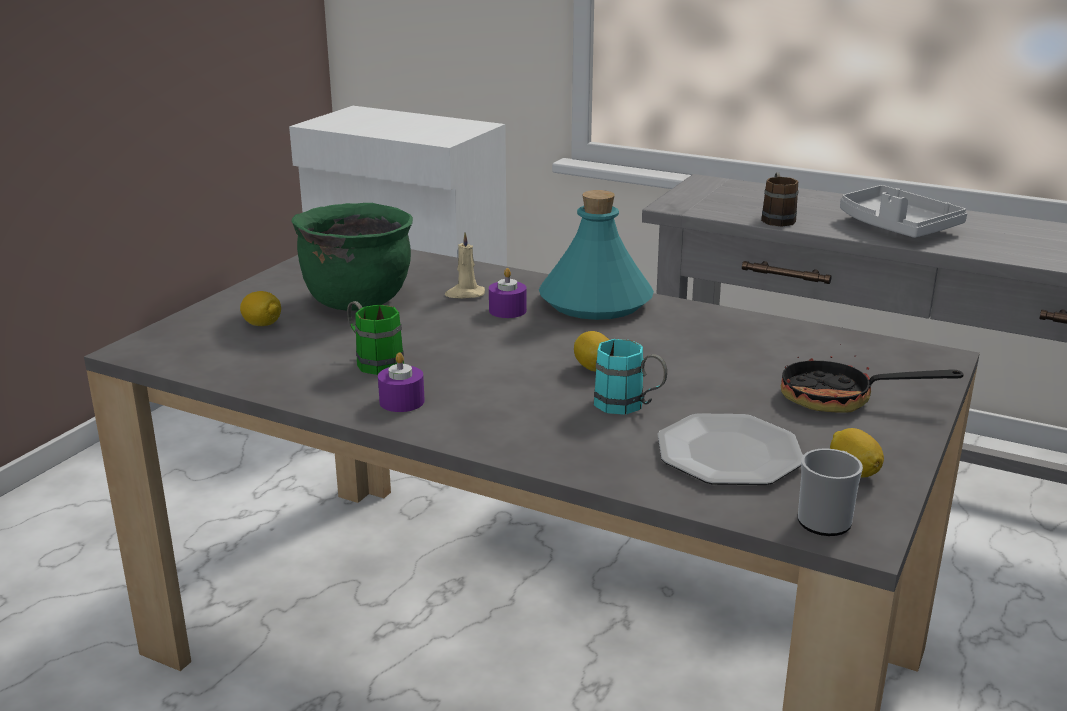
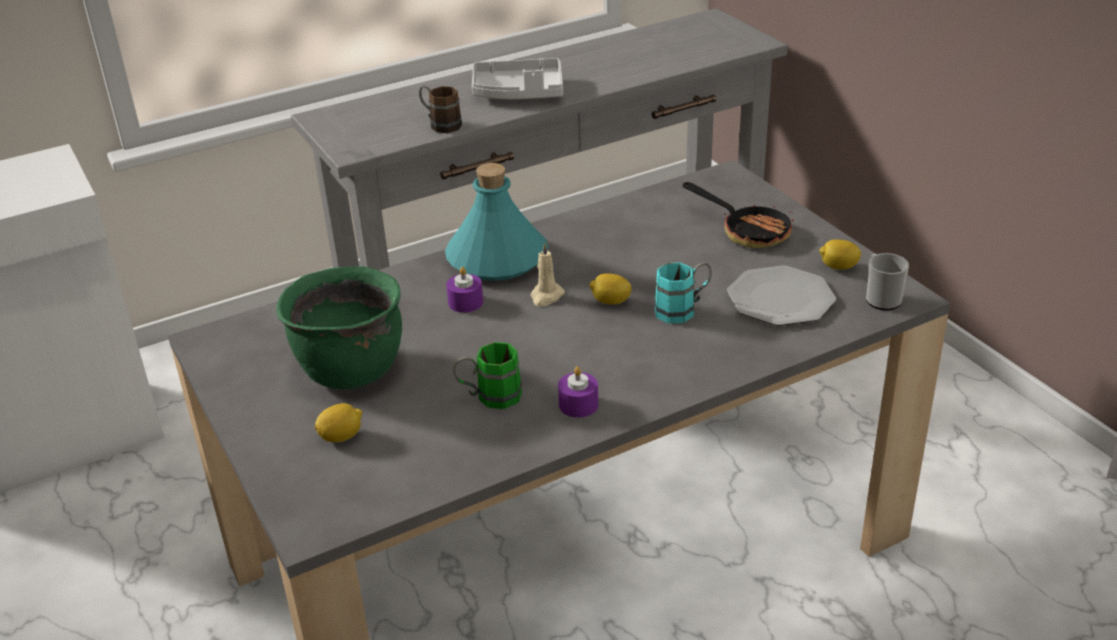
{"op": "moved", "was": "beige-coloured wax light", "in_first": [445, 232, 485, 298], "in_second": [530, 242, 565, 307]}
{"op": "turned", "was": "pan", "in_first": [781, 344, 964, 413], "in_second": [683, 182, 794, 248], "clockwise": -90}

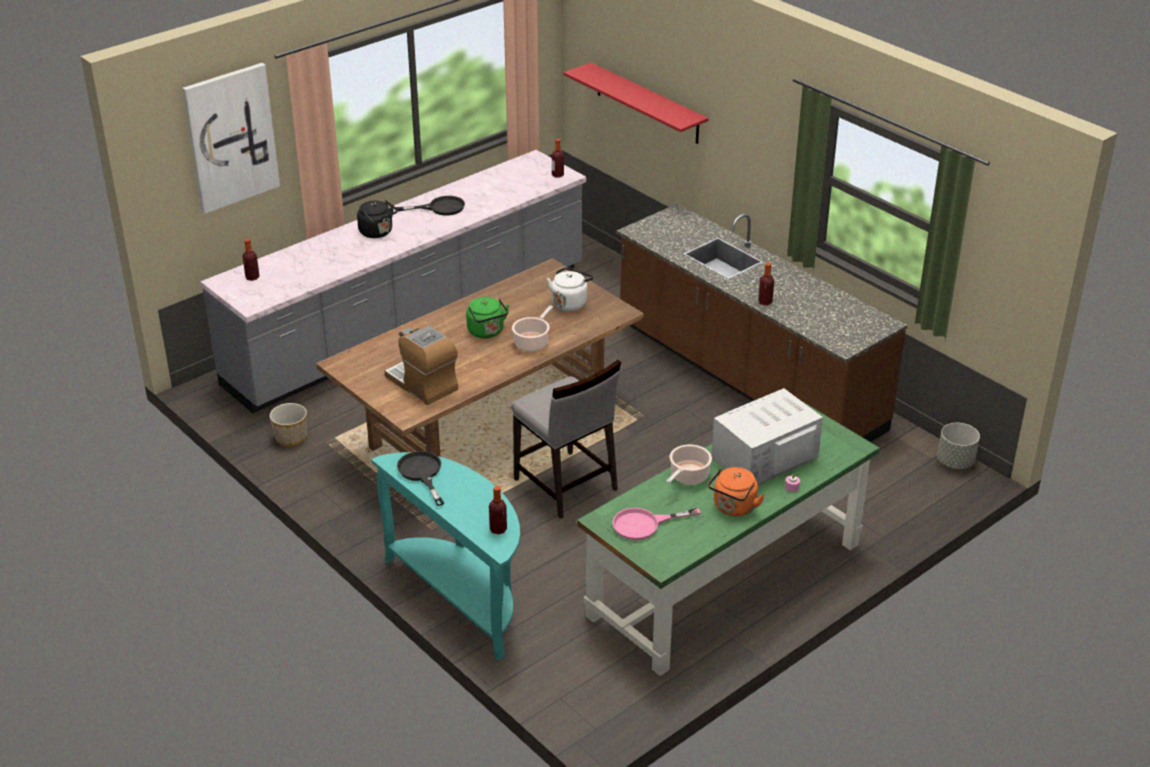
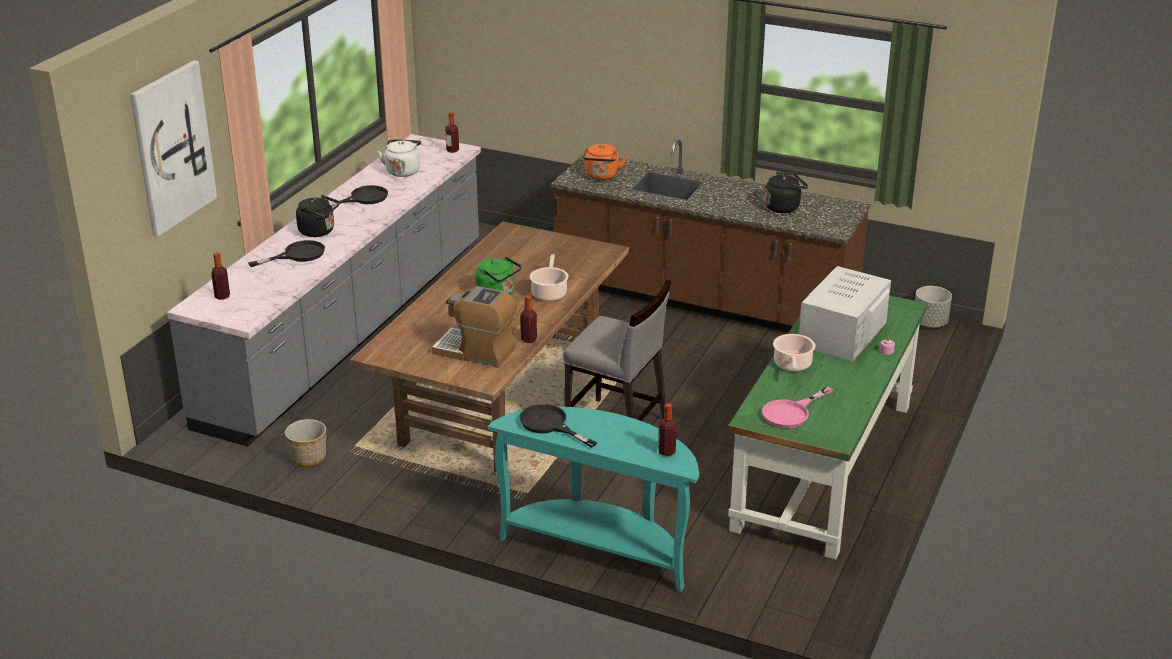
{"op": "added", "now": "black pan", "in_second": [248, 240, 325, 267]}
{"op": "moved", "was": "white water kettle", "in_first": [547, 267, 593, 311], "in_second": [378, 139, 421, 177]}
{"op": "moved", "was": "beverage bottle", "in_first": [758, 263, 774, 305], "in_second": [520, 295, 537, 343]}
{"op": "moved", "was": "orangey water kettle", "in_first": [708, 467, 765, 516], "in_second": [583, 144, 626, 180]}
{"op": "added", "now": "black water kettle", "in_second": [764, 172, 808, 213]}
{"op": "removed", "was": "reddish bracket shelf", "in_first": [564, 63, 708, 144]}

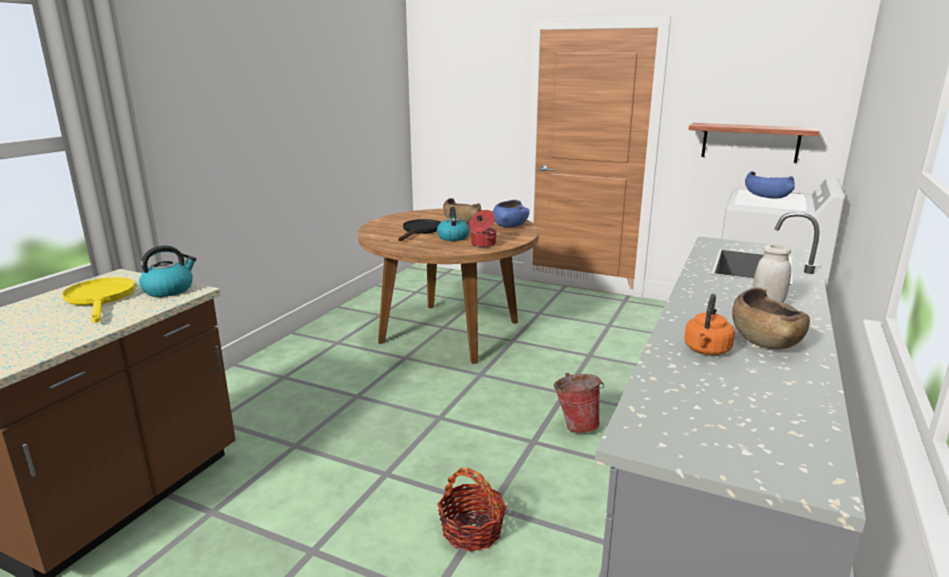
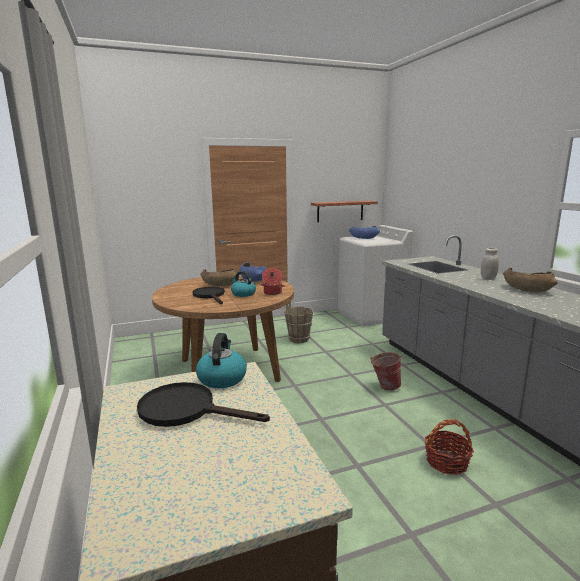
{"op": "recoloured", "was": "yellow pan", "now": "black pan", "in_first": [62, 277, 135, 323], "in_second": [137, 382, 270, 427]}
{"op": "added", "now": "brown-coloured water bucket", "in_second": [284, 302, 313, 343]}
{"op": "removed", "was": "orangey water kettle", "in_first": [684, 294, 735, 355]}

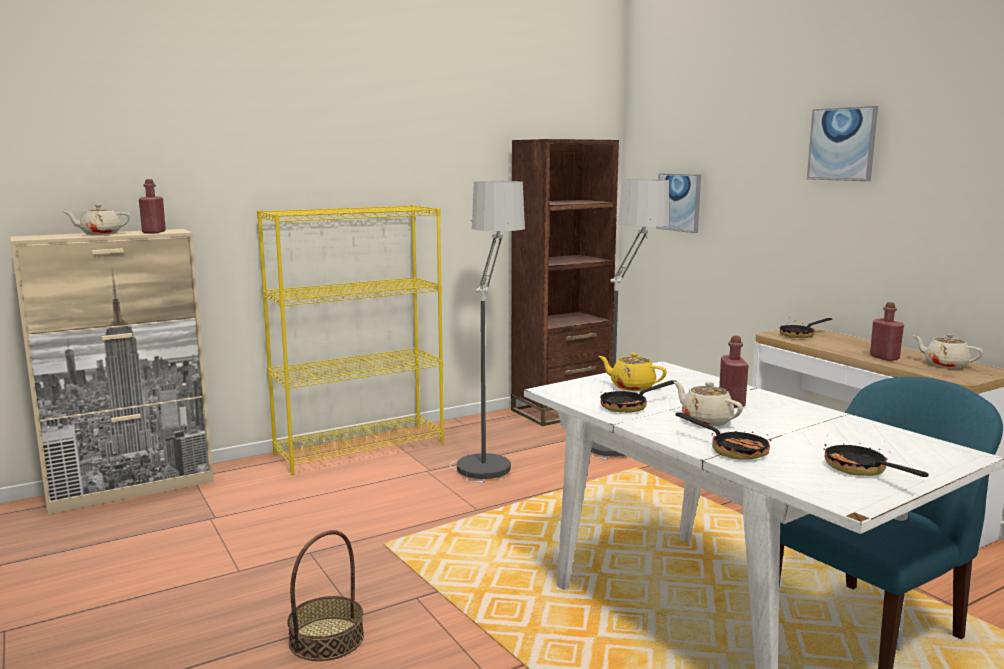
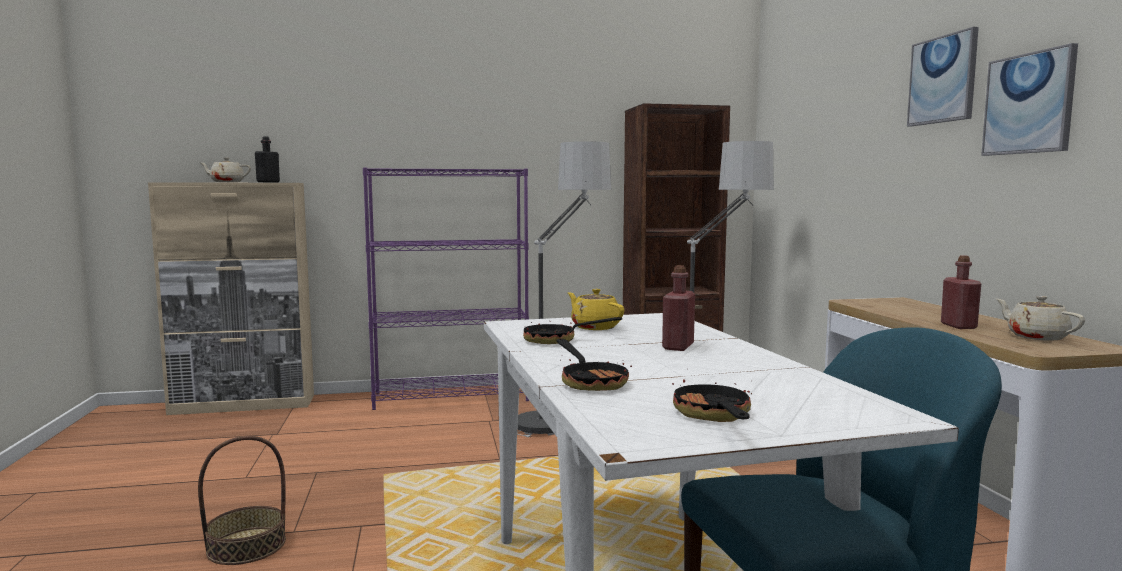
{"op": "recoloured", "was": "reddish beverage bottle", "now": "black beverage bottle", "in_first": [139, 179, 166, 234], "in_second": [255, 136, 280, 182]}
{"op": "recoloured", "was": "yellow shelving unit", "now": "purple-coloured shelving unit", "in_first": [257, 205, 444, 475], "in_second": [363, 168, 529, 410]}
{"op": "moved", "was": "wall picture", "in_first": [656, 173, 701, 233], "in_second": [981, 43, 1078, 156]}
{"op": "removed", "was": "beige-coloured pot for tea", "in_first": [674, 382, 743, 427]}
{"op": "removed", "was": "pan", "in_first": [780, 318, 832, 338]}

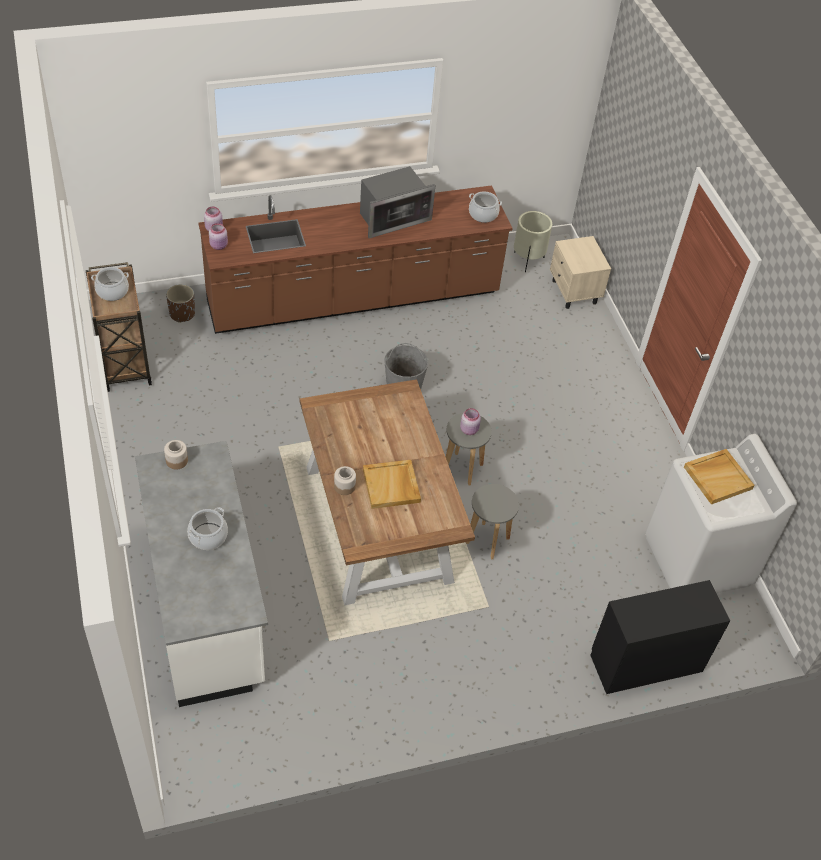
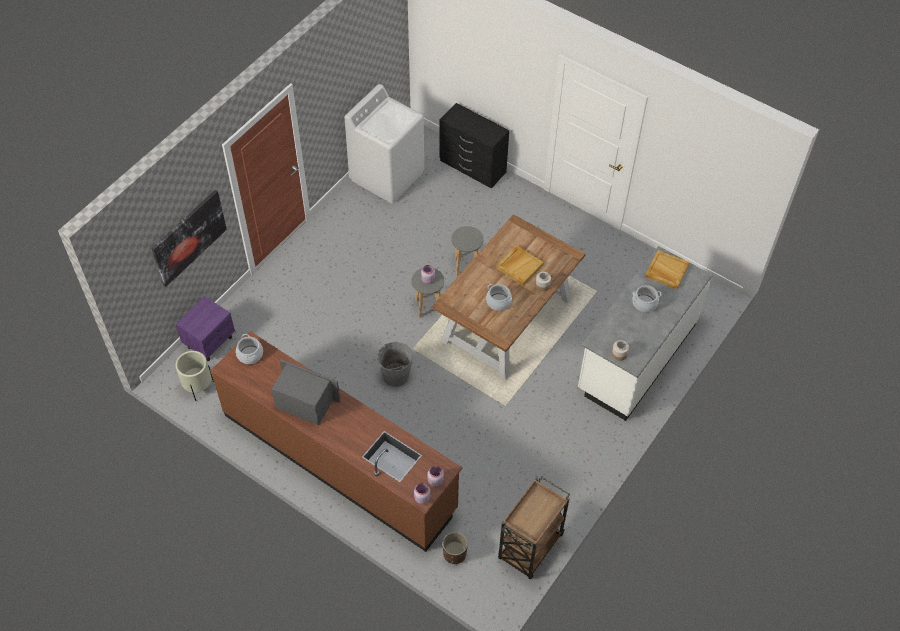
{"op": "added", "now": "wall picture", "in_second": [151, 190, 227, 287]}
{"op": "recoloured", "was": "beige-coloured bedside table", "now": "purple-coloured bedside table", "in_first": [550, 236, 611, 309], "in_second": [176, 296, 235, 361]}
{"op": "moved", "was": "saucepot", "in_first": [91, 267, 129, 301], "in_second": [486, 284, 512, 311]}
{"op": "moved", "was": "beige-coloured serving tray", "in_first": [684, 449, 755, 504], "in_second": [645, 250, 690, 289]}

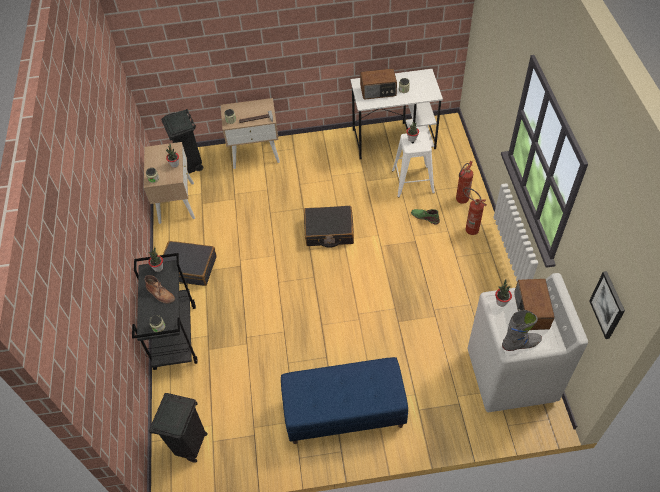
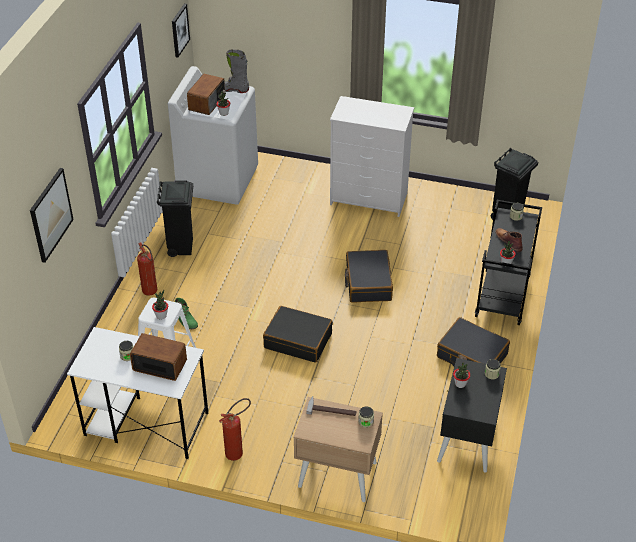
{"op": "added", "now": "wall picture", "in_second": [30, 168, 74, 263]}
{"op": "moved", "was": "black waste bin", "in_first": [161, 109, 203, 174], "in_second": [157, 180, 193, 257]}
{"op": "moved", "was": "extinguisher", "in_first": [456, 161, 473, 204], "in_second": [219, 398, 251, 461]}
{"op": "replaced", "was": "blue indoor bench", "now": "white dresser", "in_first": [281, 357, 408, 444], "in_second": [330, 96, 414, 217]}
{"op": "added", "now": "black piece of luggage", "in_second": [345, 250, 393, 303]}
{"op": "recoloured", "was": "beige-coloured bedside table", "now": "black bedside table", "in_first": [144, 142, 195, 224], "in_second": [437, 358, 507, 473]}

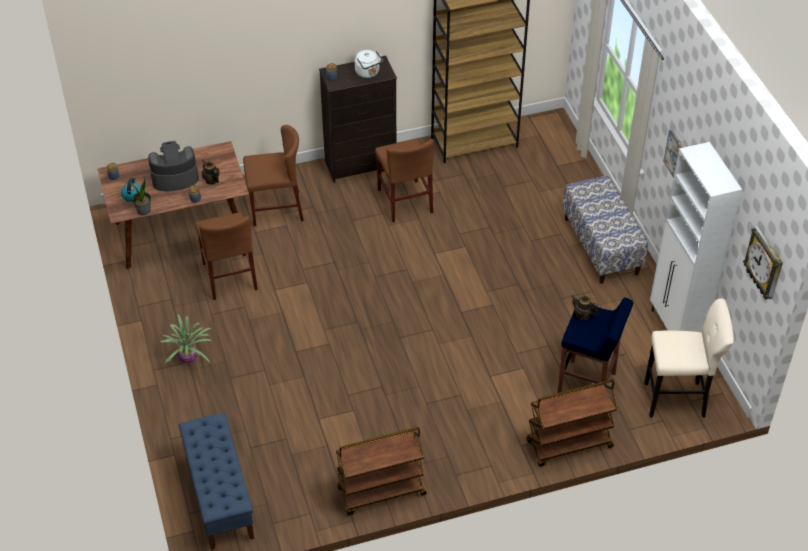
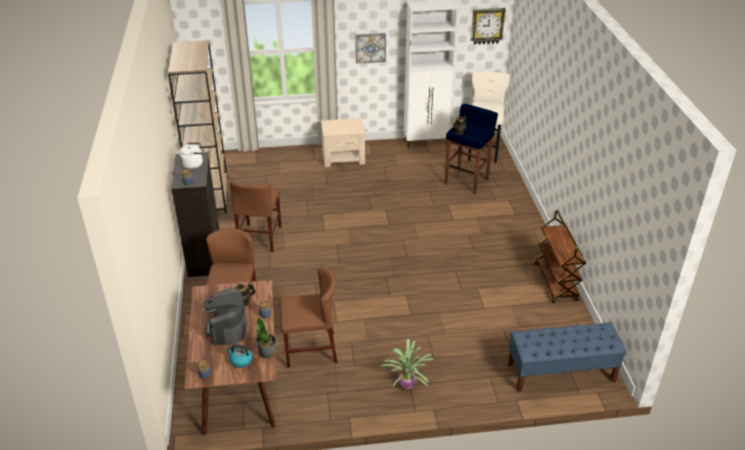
{"op": "turned", "was": "brown-coloured plain chair", "in_first": [375, 139, 434, 222], "in_second": [230, 181, 281, 252], "clockwise": 105}
{"op": "replaced", "was": "indoor bench", "now": "beige-coloured bedside table", "in_first": [562, 176, 648, 284], "in_second": [321, 118, 365, 167]}
{"op": "removed", "was": "brown-coloured wheeled cart", "in_first": [526, 380, 618, 467]}

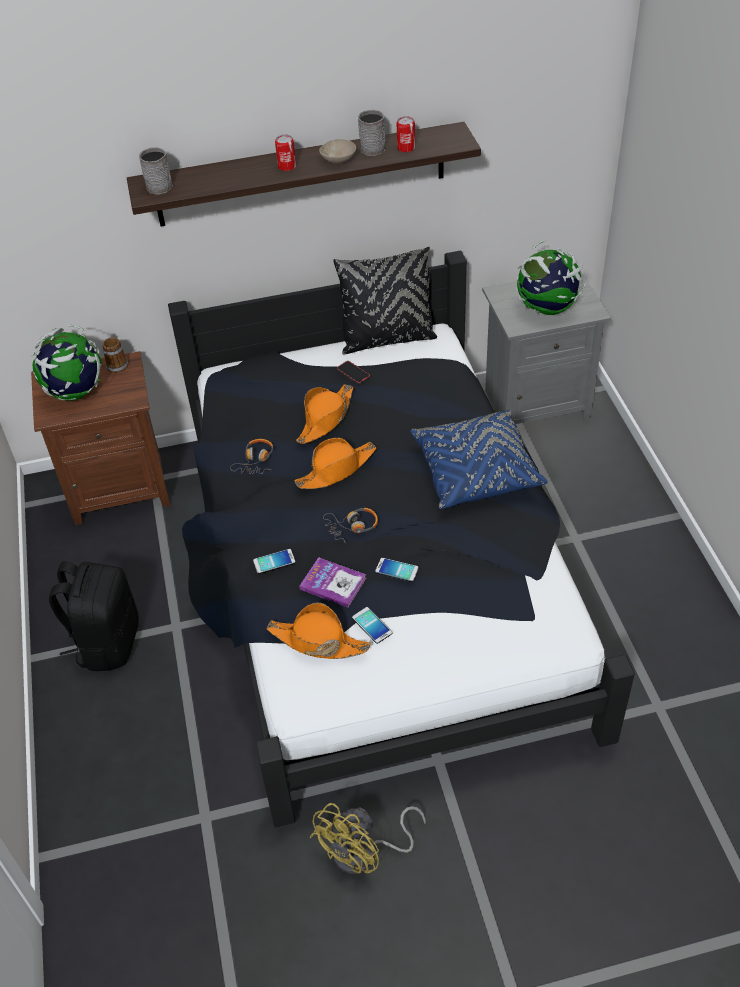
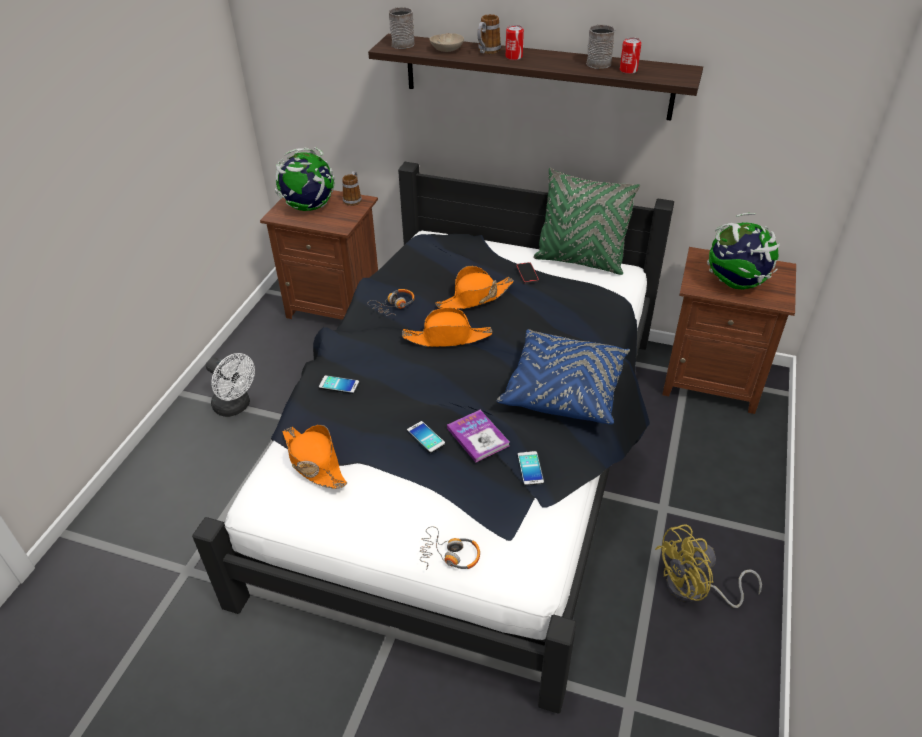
{"op": "replaced", "was": "black rucksack", "now": "white cooling fan", "in_first": [49, 561, 139, 671], "in_second": [206, 353, 255, 417]}
{"op": "moved", "was": "headphones", "in_first": [323, 508, 378, 543], "in_second": [420, 526, 480, 570]}
{"op": "moved", "was": "beige-coloured deep dish", "in_first": [319, 139, 356, 163], "in_second": [430, 33, 464, 52]}
{"op": "moved", "was": "volume", "in_first": [299, 557, 366, 607], "in_second": [447, 410, 509, 462]}
{"op": "added", "now": "tea mug", "in_second": [477, 14, 501, 54]}
{"op": "moved", "was": "telephone", "in_first": [352, 607, 392, 644], "in_second": [518, 451, 544, 486]}
{"op": "recoloured", "was": "black pillow", "now": "greenish pillow", "in_first": [333, 247, 437, 354], "in_second": [533, 168, 640, 275]}
{"op": "moved", "was": "yellow cooling fan", "in_first": [309, 803, 426, 874], "in_second": [655, 524, 762, 608]}
{"op": "recoloured", "was": "grey bedside table", "now": "brown-coloured bedside table", "in_first": [482, 271, 611, 424], "in_second": [662, 247, 796, 414]}

